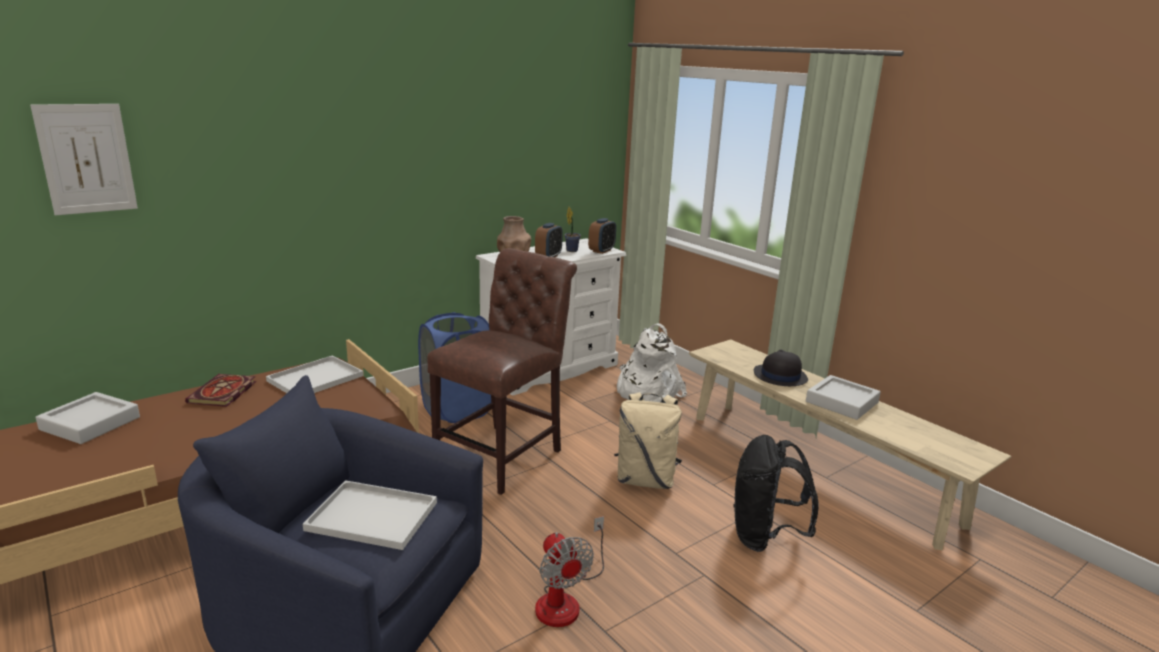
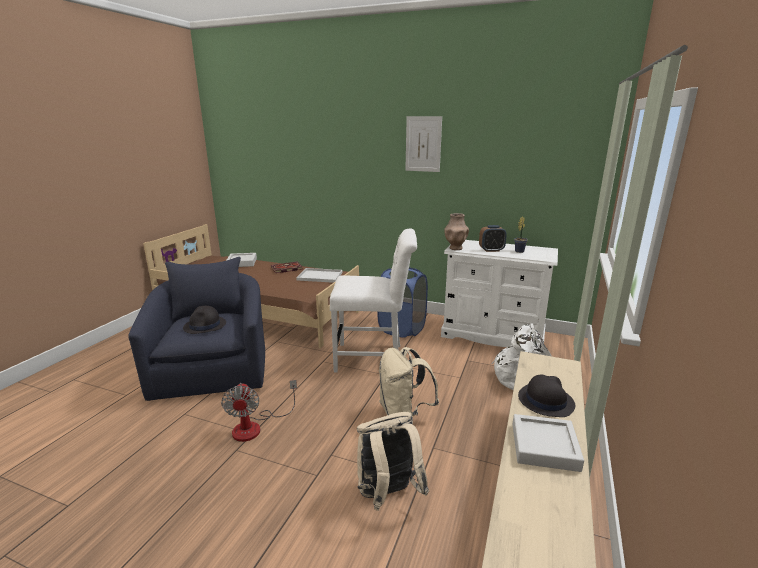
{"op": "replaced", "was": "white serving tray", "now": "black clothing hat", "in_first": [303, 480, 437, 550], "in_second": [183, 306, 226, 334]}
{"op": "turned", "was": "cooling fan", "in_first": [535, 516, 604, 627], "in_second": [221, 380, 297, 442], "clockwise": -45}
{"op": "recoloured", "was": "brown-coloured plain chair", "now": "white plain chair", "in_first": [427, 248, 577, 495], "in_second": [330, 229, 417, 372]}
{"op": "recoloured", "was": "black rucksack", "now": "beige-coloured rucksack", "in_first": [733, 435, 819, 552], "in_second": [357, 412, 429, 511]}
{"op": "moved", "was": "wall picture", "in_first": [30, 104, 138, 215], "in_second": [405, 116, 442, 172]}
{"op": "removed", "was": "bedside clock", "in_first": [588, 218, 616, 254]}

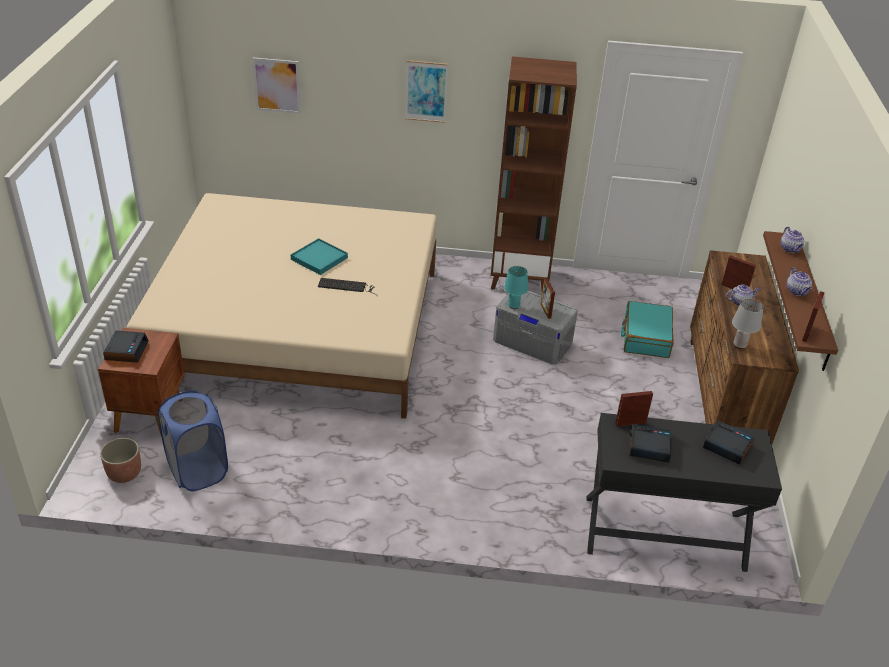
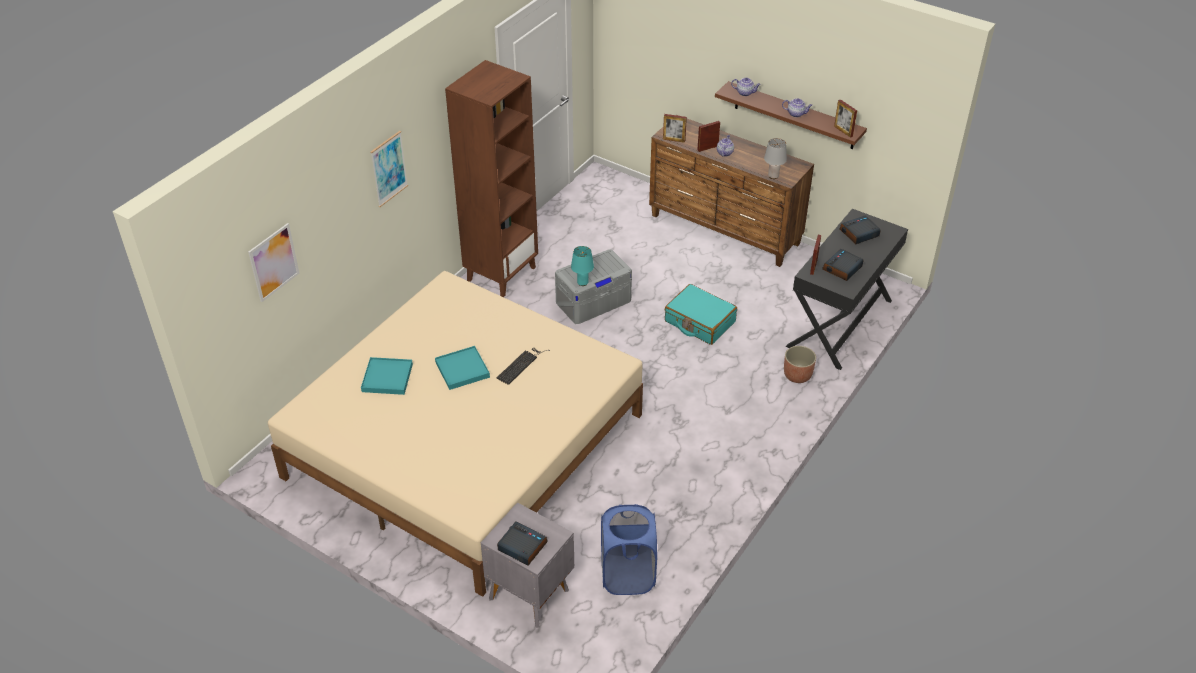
{"op": "added", "now": "turquoise-coloured serving tray", "in_second": [361, 357, 413, 395]}
{"op": "recoloured", "was": "brown-coloured bedside table", "now": "grey bedside table", "in_first": [98, 328, 185, 437], "in_second": [481, 502, 574, 628]}
{"op": "moved", "was": "picture frame", "in_first": [541, 278, 555, 319], "in_second": [663, 114, 687, 143]}
{"op": "moved", "was": "turquoise-coloured piece of luggage", "in_first": [621, 301, 674, 358], "in_second": [665, 284, 737, 345]}
{"op": "moved", "was": "flower pot", "in_first": [100, 438, 141, 483], "in_second": [784, 346, 816, 383]}

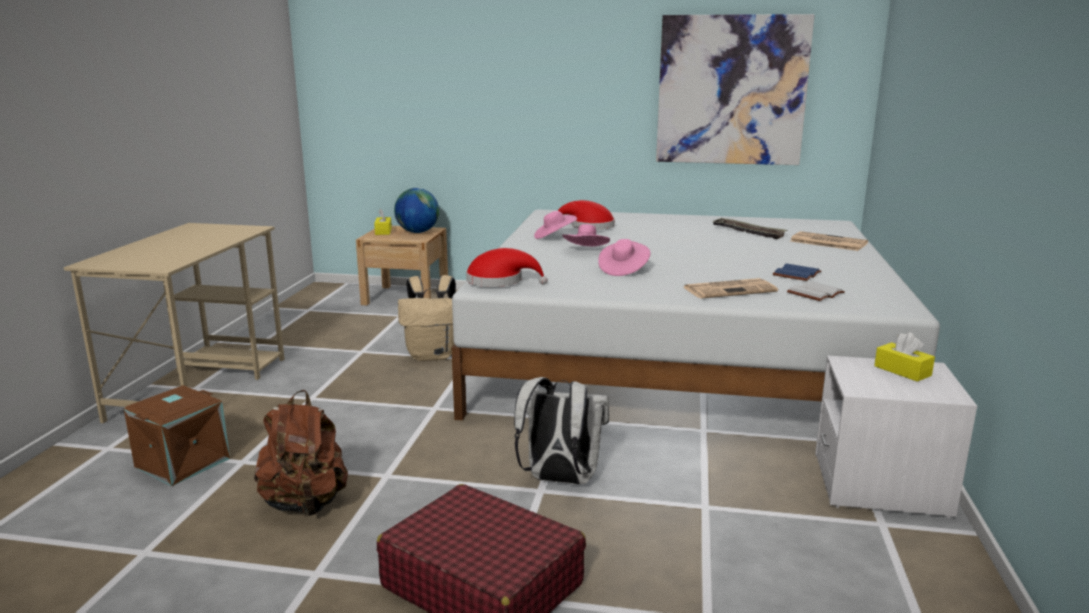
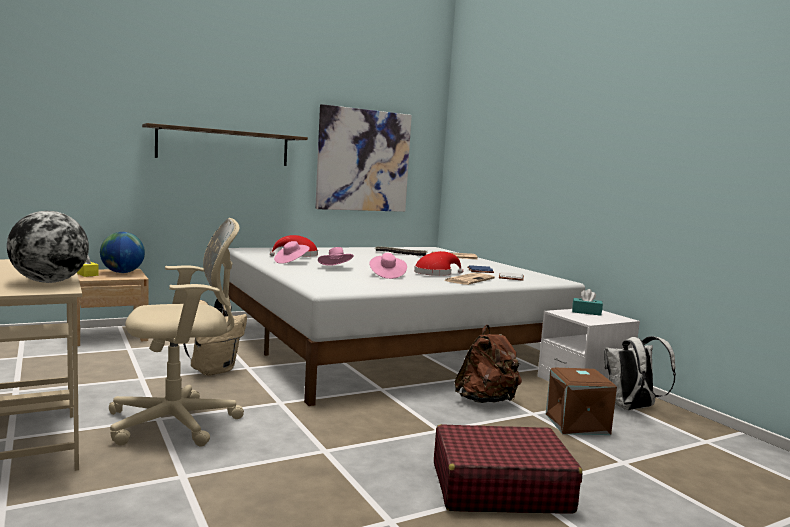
{"op": "added", "now": "desk globe", "in_second": [7, 211, 89, 283]}
{"op": "added", "now": "beige-coloured computer chair", "in_second": [109, 218, 244, 447]}
{"op": "added", "now": "bracket shelf", "in_second": [142, 123, 308, 166]}
{"op": "moved", "was": "reddish clothing hat", "in_first": [466, 248, 548, 287], "in_second": [414, 251, 463, 276]}
{"op": "moved", "was": "brown-coloured rucksack", "in_first": [254, 390, 348, 516], "in_second": [454, 325, 522, 403]}
{"op": "moved", "was": "brown-coloured storage container", "in_first": [124, 385, 230, 486], "in_second": [546, 368, 617, 435]}
{"op": "recoloured", "was": "yellow box of tissues", "now": "turquoise-coloured box of tissues", "in_first": [874, 332, 935, 382], "in_second": [572, 289, 603, 316]}
{"op": "moved", "was": "white rucksack", "in_first": [514, 377, 609, 485], "in_second": [604, 336, 676, 410]}

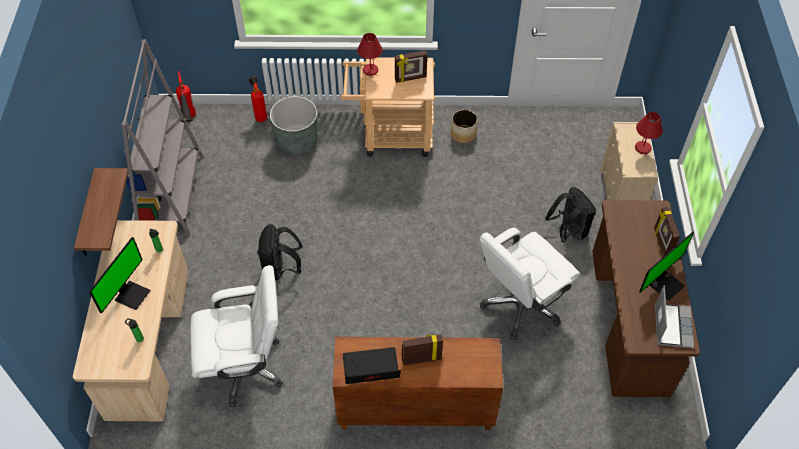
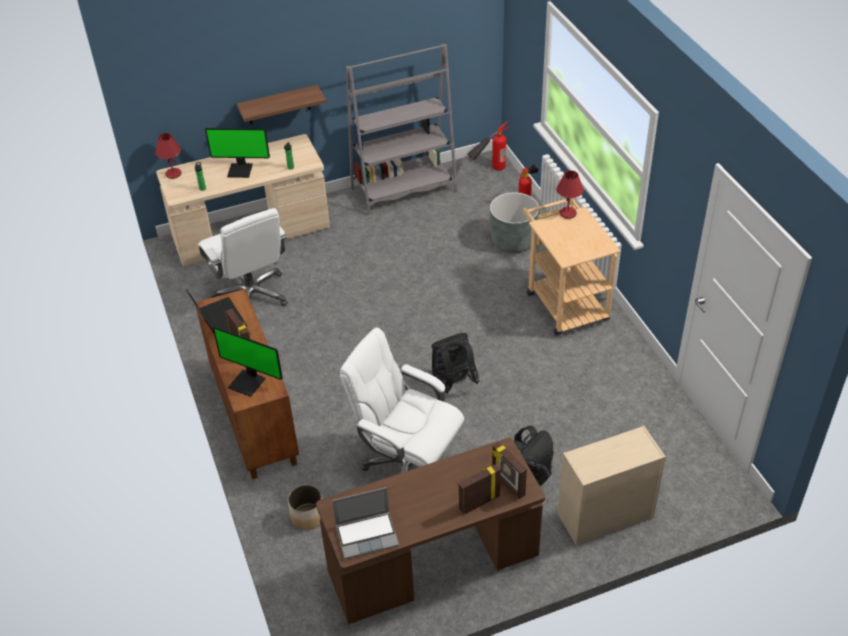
{"op": "moved", "was": "reddish lamp for a table", "in_first": [635, 112, 663, 154], "in_second": [155, 133, 181, 179]}
{"op": "moved", "was": "monitor", "in_first": [639, 232, 694, 301], "in_second": [213, 327, 283, 397]}
{"op": "moved", "was": "flower pot", "in_first": [451, 109, 478, 143], "in_second": [288, 484, 323, 530]}
{"op": "moved", "was": "black rucksack", "in_first": [257, 224, 303, 281], "in_second": [432, 333, 480, 394]}
{"op": "moved", "was": "picture frame", "in_first": [395, 50, 427, 83], "in_second": [491, 442, 527, 499]}

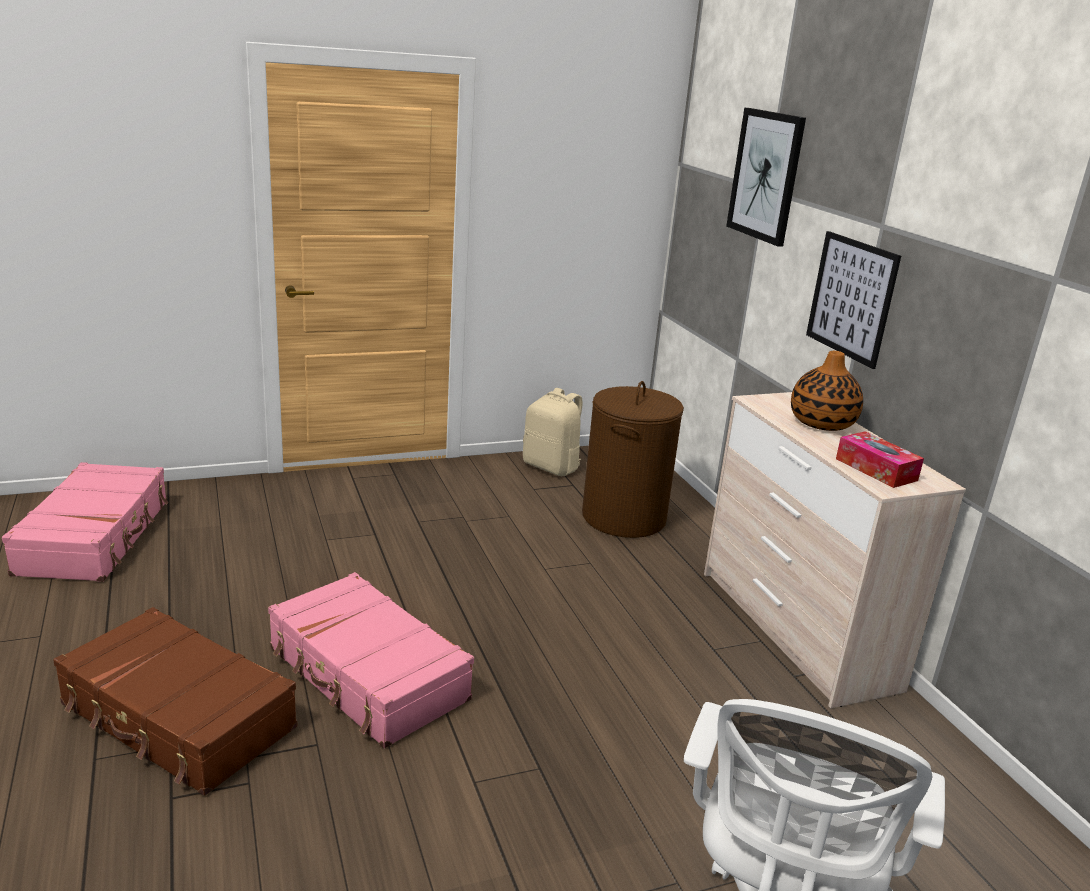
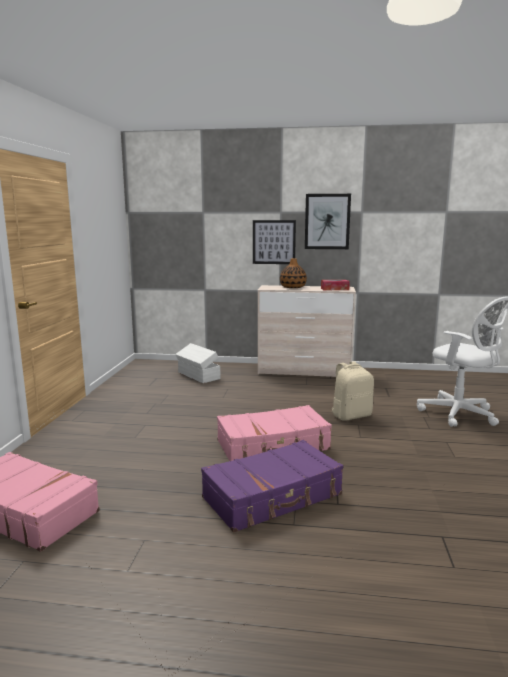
{"op": "replaced", "was": "brown-coloured washing basket", "now": "white storage container", "in_first": [582, 381, 684, 538], "in_second": [175, 343, 220, 383]}
{"op": "recoloured", "was": "brown-coloured piece of luggage", "now": "purple-coloured piece of luggage", "in_first": [53, 607, 297, 796], "in_second": [201, 440, 343, 533]}
{"op": "moved", "was": "wall picture", "in_first": [726, 108, 806, 247], "in_second": [305, 194, 351, 249]}
{"op": "moved", "was": "beige-coloured rucksack", "in_first": [523, 388, 583, 476], "in_second": [332, 361, 374, 421]}

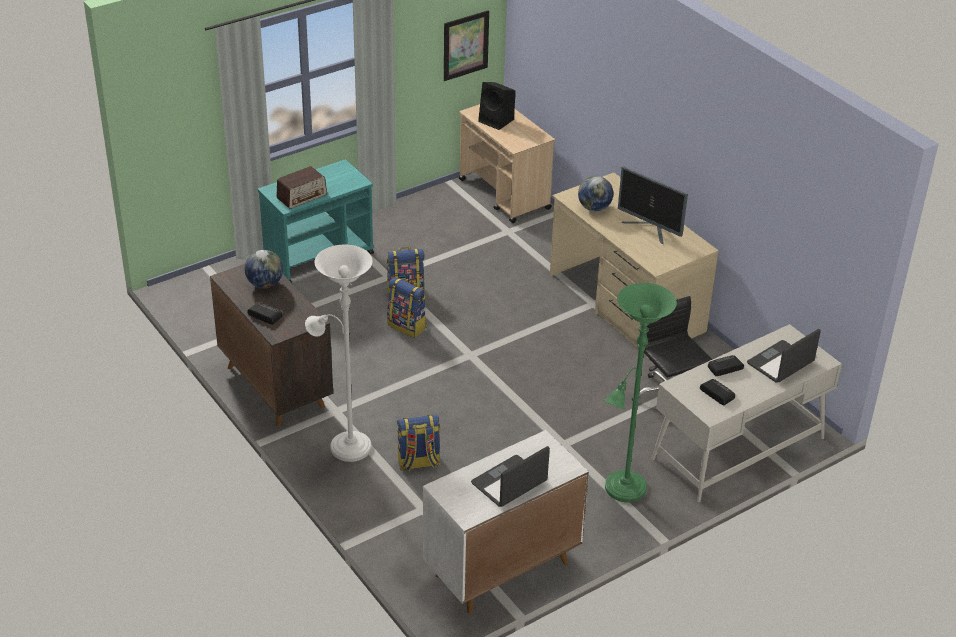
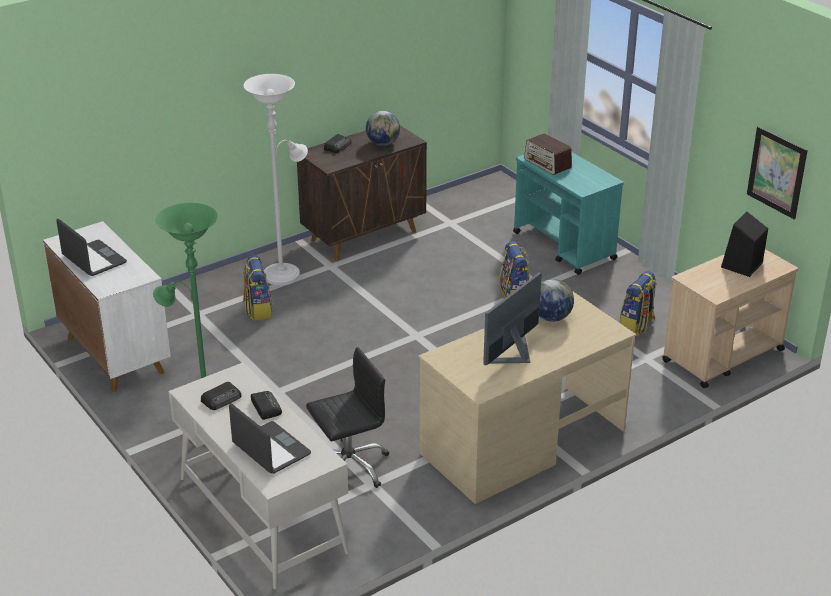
{"op": "moved", "was": "rucksack", "in_first": [387, 277, 426, 338], "in_second": [620, 271, 657, 337]}

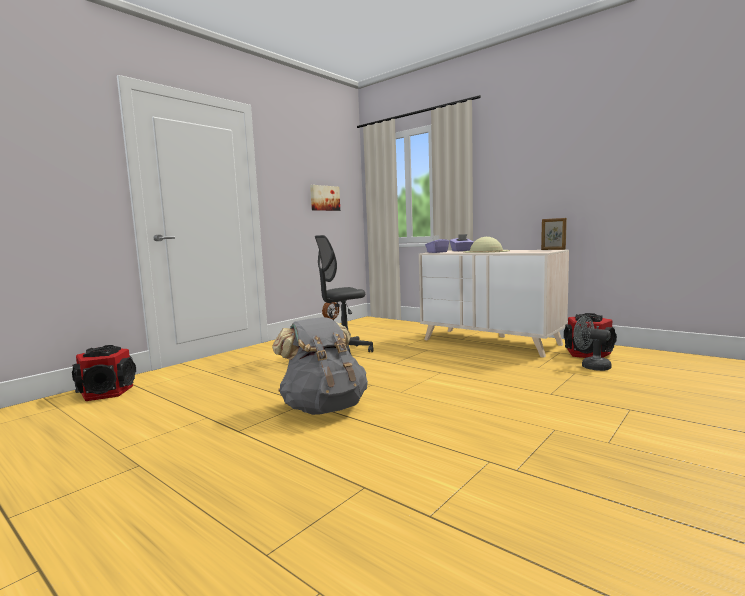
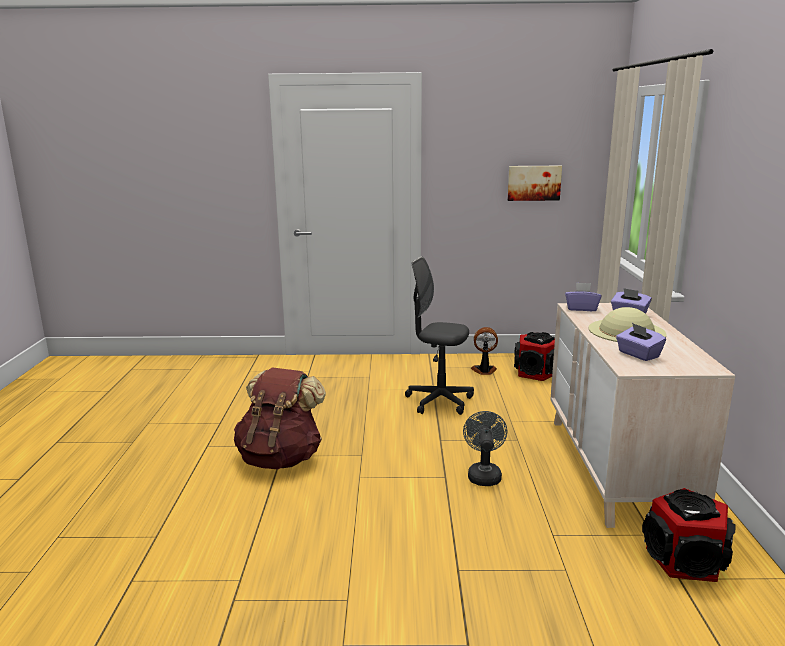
{"op": "recoloured", "was": "grey rucksack", "now": "brown-coloured rucksack", "in_first": [272, 317, 368, 415], "in_second": [234, 368, 326, 470]}
{"op": "moved", "was": "grey cooling fan", "in_first": [573, 316, 611, 371], "in_second": [463, 411, 507, 486]}
{"op": "moved", "was": "loudspeaker", "in_first": [72, 345, 136, 401], "in_second": [514, 332, 555, 381]}
{"op": "added", "now": "purple-coloured box of tissues", "in_second": [616, 323, 666, 361]}
{"op": "removed", "was": "picture frame", "in_first": [541, 218, 567, 250]}

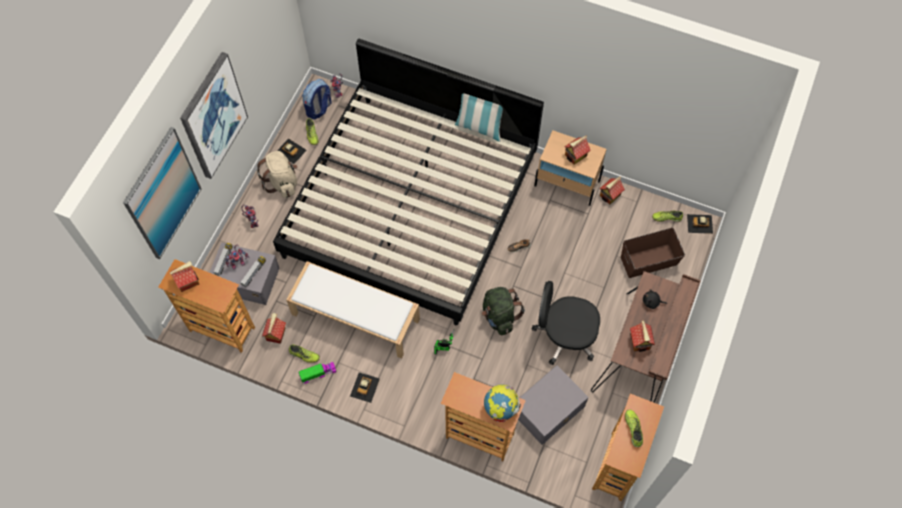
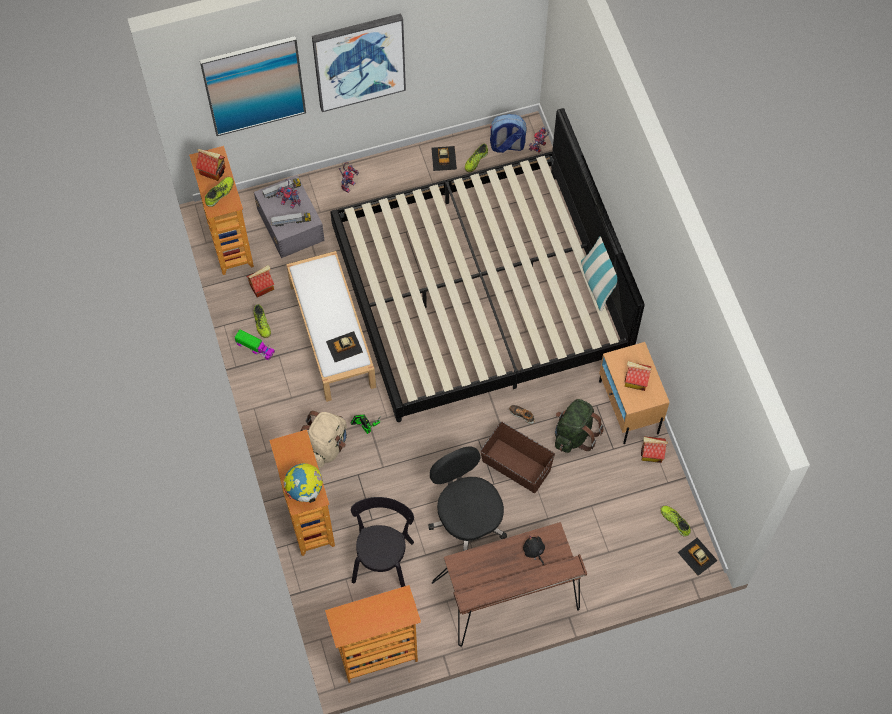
{"op": "moved", "was": "low shoe", "in_first": [625, 409, 643, 447], "in_second": [205, 177, 234, 207]}
{"op": "moved", "was": "beige-coloured rucksack", "in_first": [257, 151, 297, 198], "in_second": [300, 411, 347, 468]}
{"op": "moved", "was": "miniature car", "in_first": [350, 372, 380, 403], "in_second": [326, 331, 363, 362]}
{"op": "replaced", "was": "grey storage container", "now": "black plain chair", "in_first": [518, 365, 589, 445], "in_second": [351, 497, 414, 587]}
{"op": "moved", "was": "brown-coloured storage container", "in_first": [621, 228, 685, 278], "in_second": [480, 422, 555, 493]}
{"op": "moved", "was": "greenish rucksack", "in_first": [482, 287, 525, 335], "in_second": [555, 399, 604, 453]}
{"op": "removed", "was": "toy house", "in_first": [630, 320, 655, 352]}

